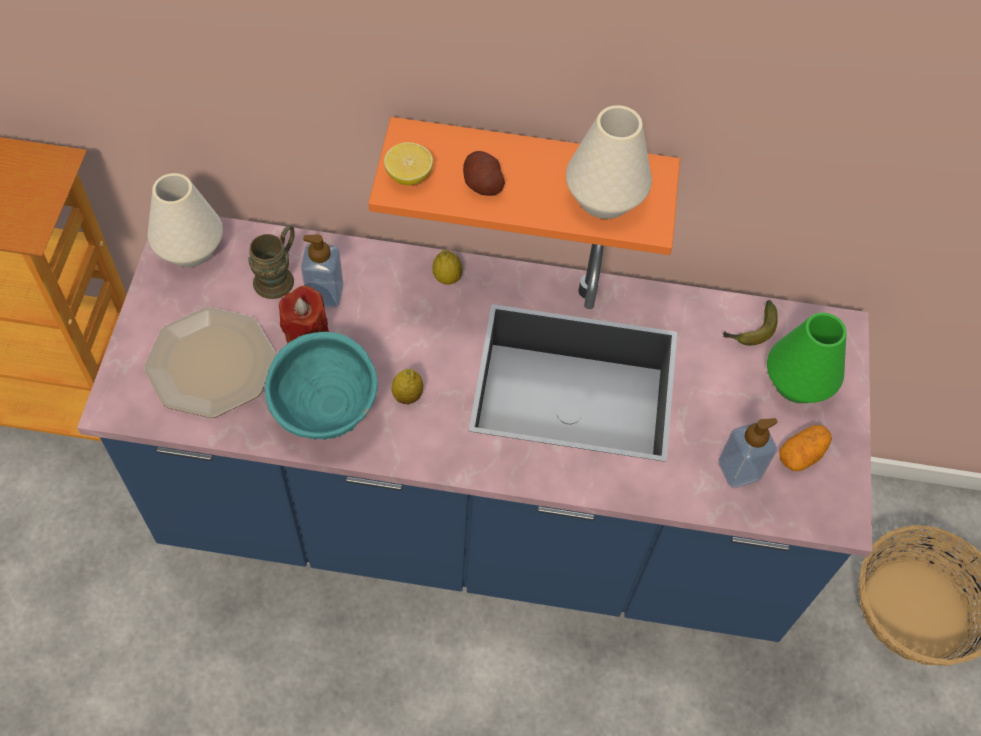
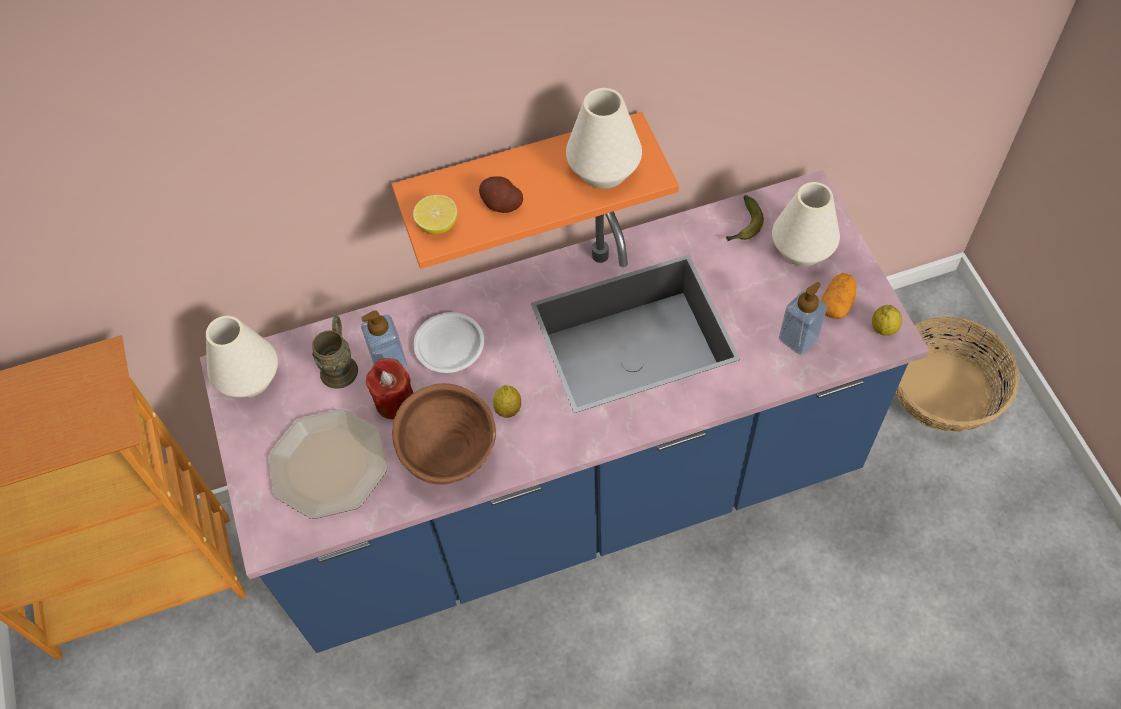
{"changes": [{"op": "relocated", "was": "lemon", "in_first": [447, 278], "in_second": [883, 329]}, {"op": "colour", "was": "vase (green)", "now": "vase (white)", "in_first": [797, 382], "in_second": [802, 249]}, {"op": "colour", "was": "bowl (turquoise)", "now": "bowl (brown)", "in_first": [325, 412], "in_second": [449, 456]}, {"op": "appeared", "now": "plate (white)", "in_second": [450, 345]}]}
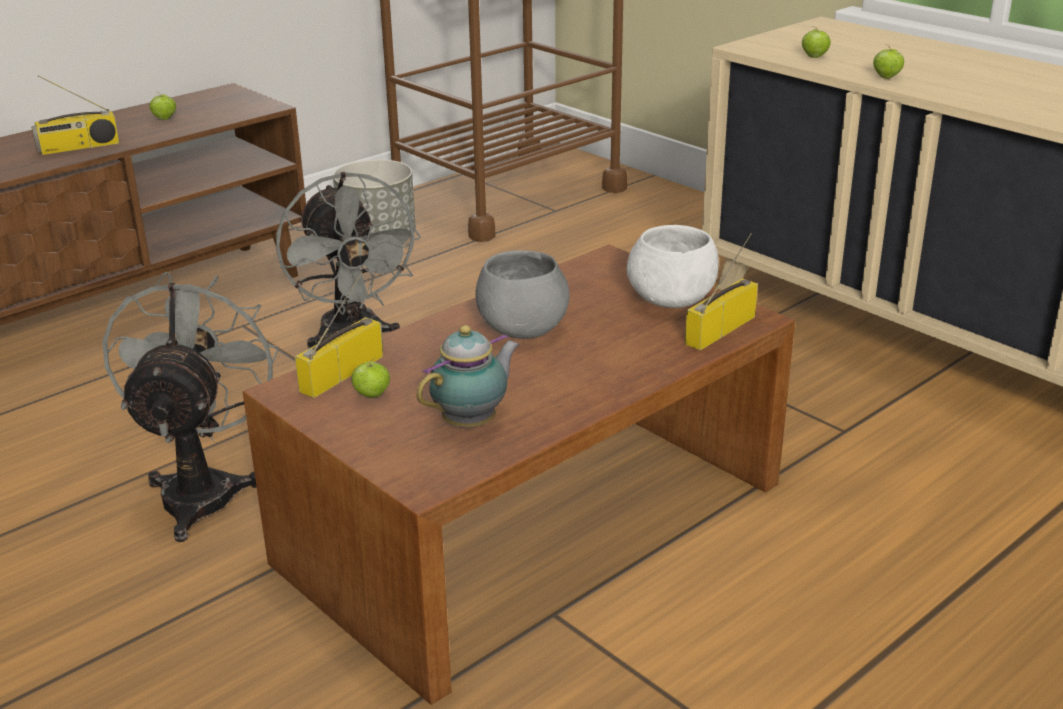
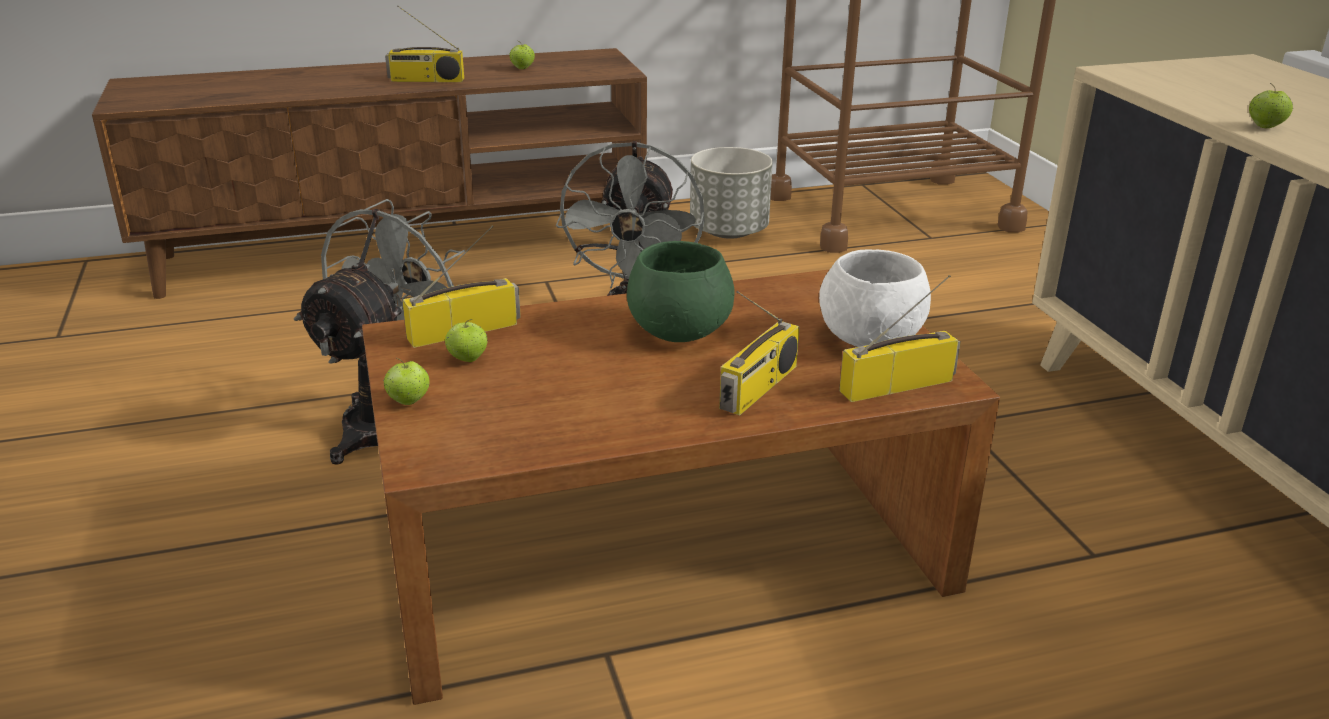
{"changes": [{"op": "relocated", "was": "apple", "in_first": [814, 56], "in_second": [409, 401]}, {"op": "colour", "was": "bowl (grey)", "now": "bowl (green)", "in_first": [524, 329], "in_second": [680, 332]}, {"op": "missing", "was": "teapot", "in_first": [473, 422]}, {"op": "appeared", "now": "radio", "in_second": [759, 388]}]}
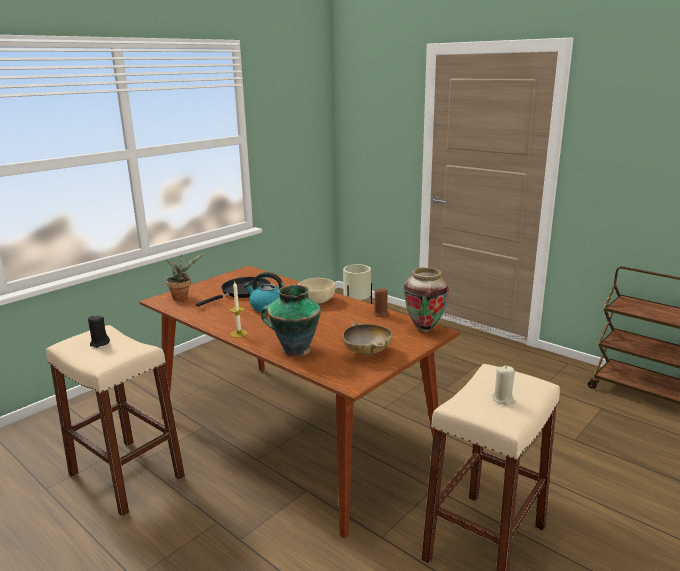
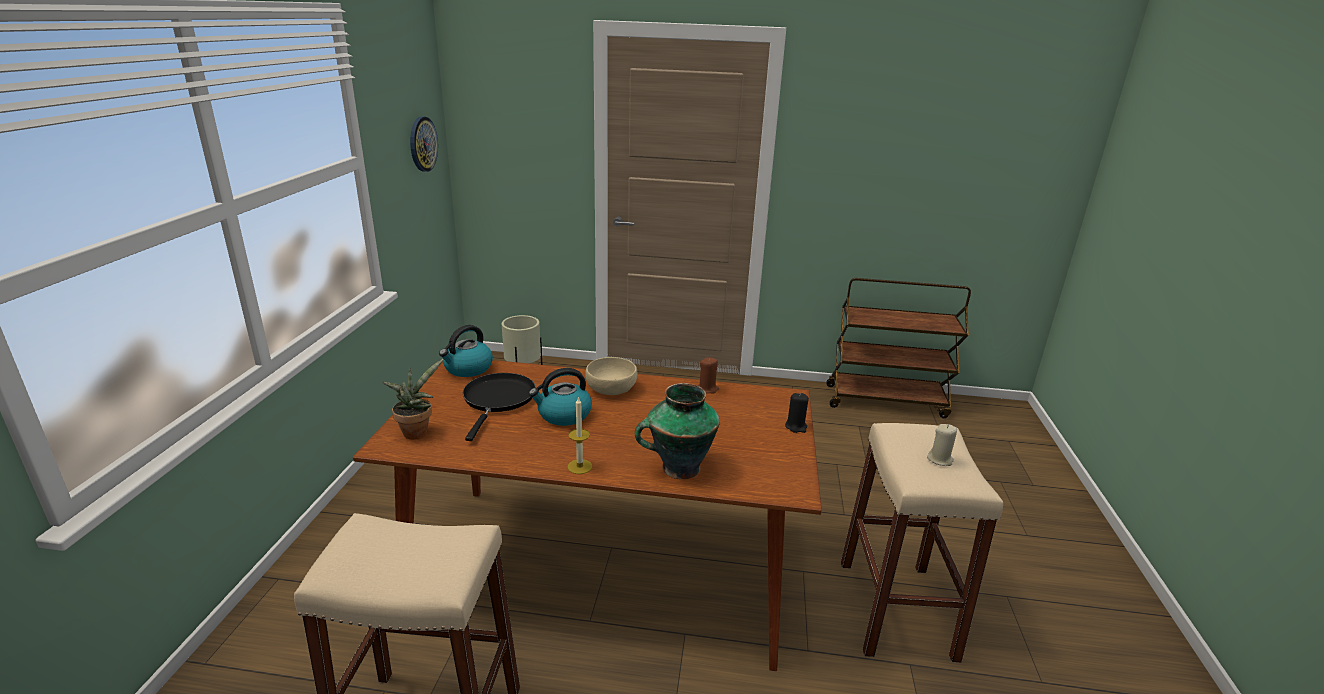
{"changes": [{"op": "missing", "was": "vase", "in_first": [424, 328]}, {"op": "relocated", "was": "candle (black)", "in_first": [99, 343], "in_second": [796, 427]}, {"op": "missing", "was": "bowl (beige)", "in_first": [367, 352]}, {"op": "appeared", "now": "wall clock", "in_second": [422, 144]}, {"op": "appeared", "now": "kettle", "in_second": [468, 369]}]}
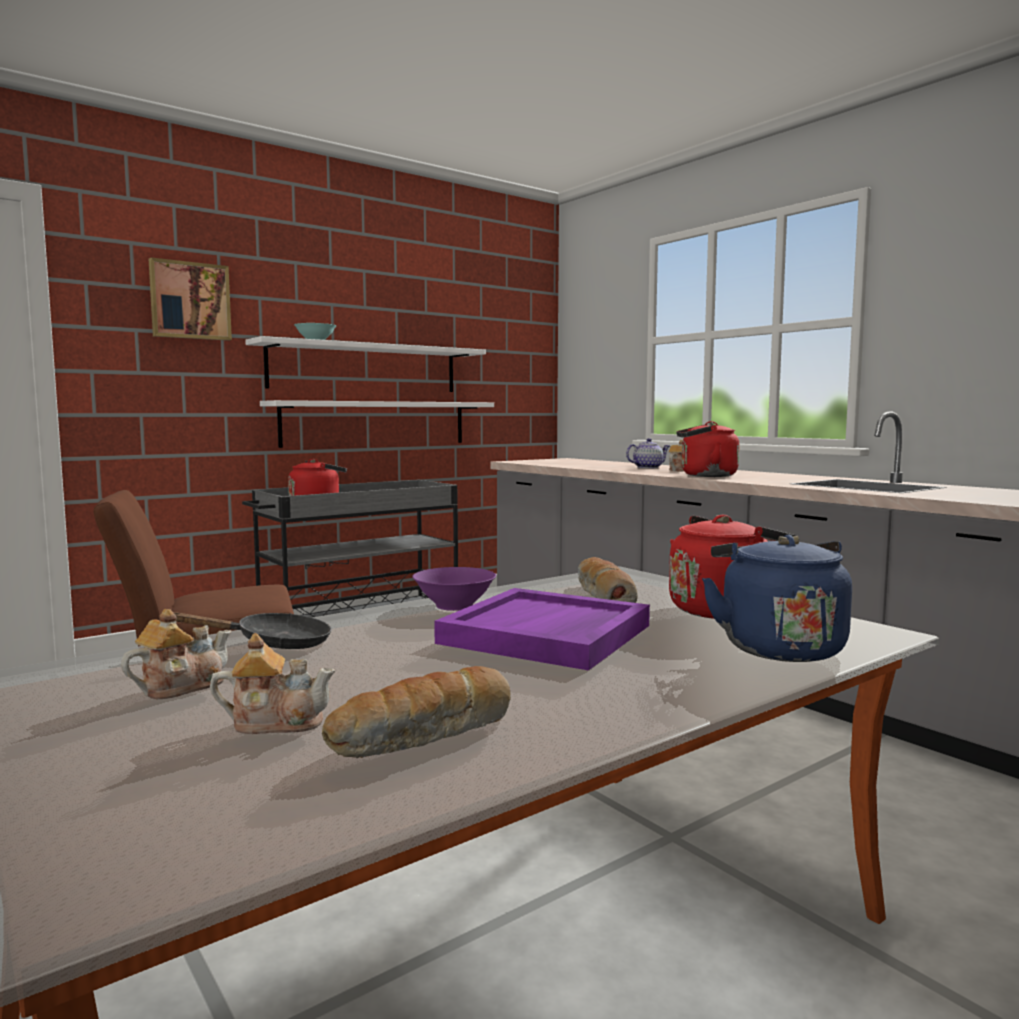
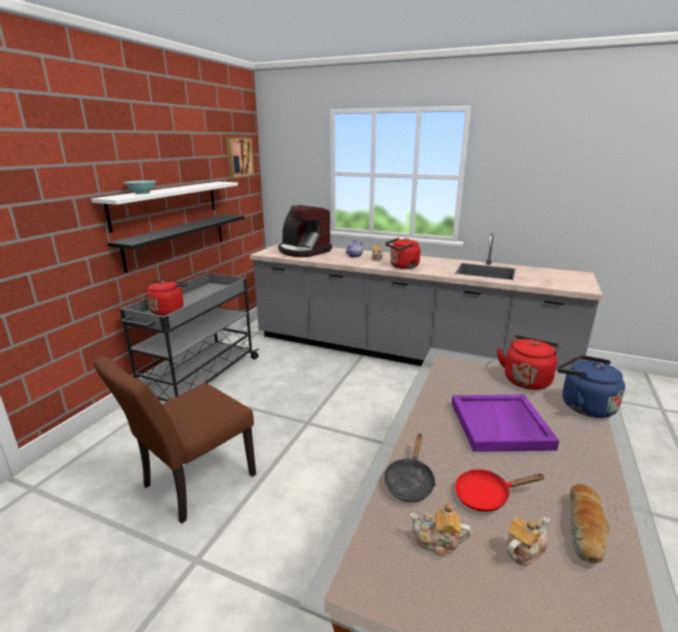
{"changes": [{"op": "relocated", "was": "picture", "in_first": [190, 301], "in_second": [238, 157]}, {"op": "colour", "was": "shelf (white)", "now": "shelf (black)", "in_first": [376, 423], "in_second": [177, 240]}, {"op": "missing", "was": "bread", "in_first": [603, 595]}, {"op": "missing", "was": "bowl (purple)", "in_first": [453, 606]}, {"op": "spun", "was": "teapot", "in_first": [180, 687], "in_second": [437, 542], "clockwise": -90}, {"op": "spun", "was": "frying pan (black)", "in_first": [274, 644], "in_second": [409, 482], "clockwise": 150}, {"op": "appeared", "now": "coffee machine", "in_second": [303, 251]}, {"op": "appeared", "now": "frying pan (red)", "in_second": [486, 496]}]}
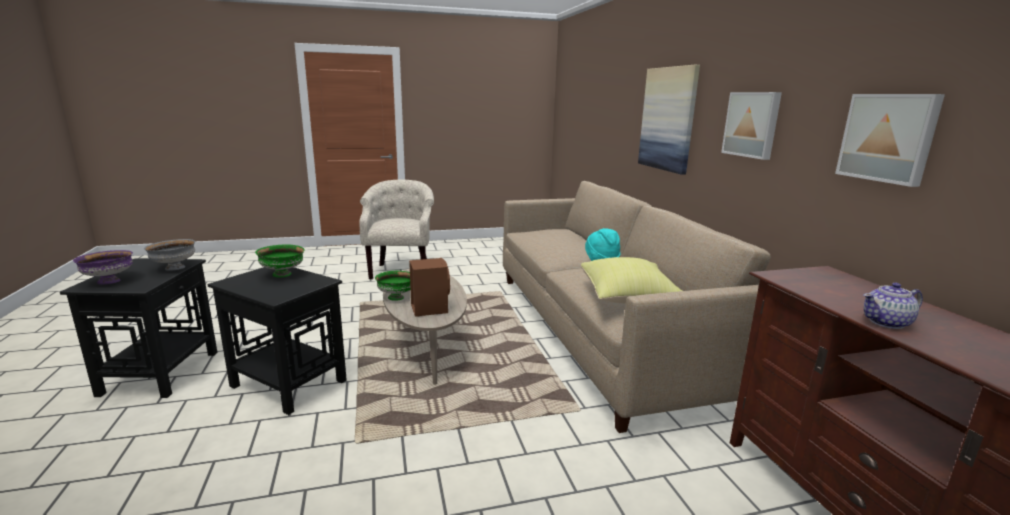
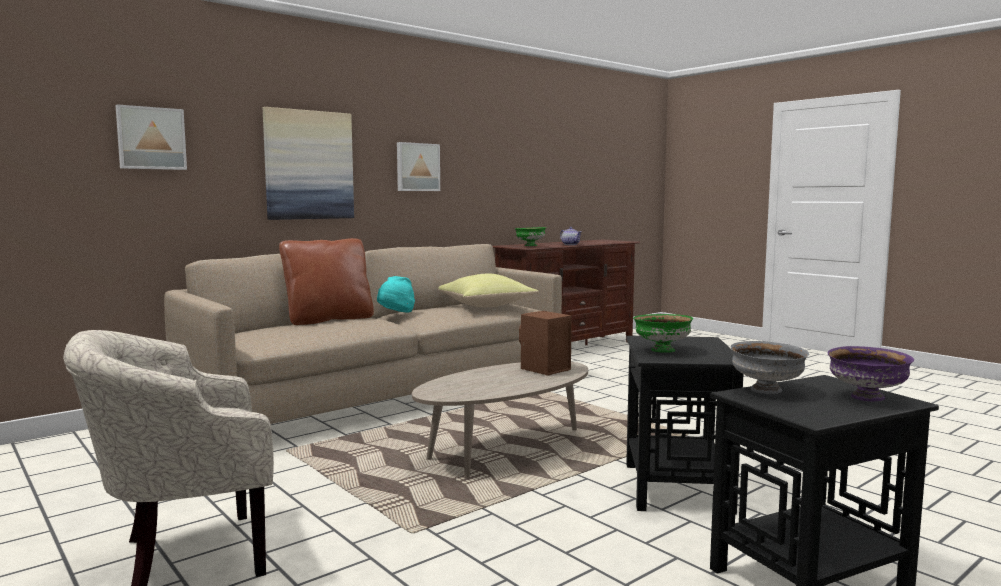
{"changes": [{"op": "relocated", "was": "picture", "in_first": [888, 138], "in_second": [151, 138]}, {"op": "relocated", "was": "bowl (green)", "in_first": [396, 297], "in_second": [530, 246]}, {"op": "appeared", "now": "pillow (brown)", "in_second": [329, 319]}]}
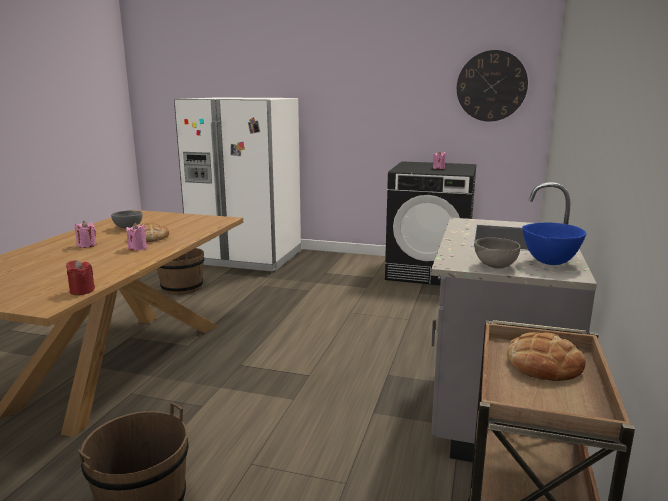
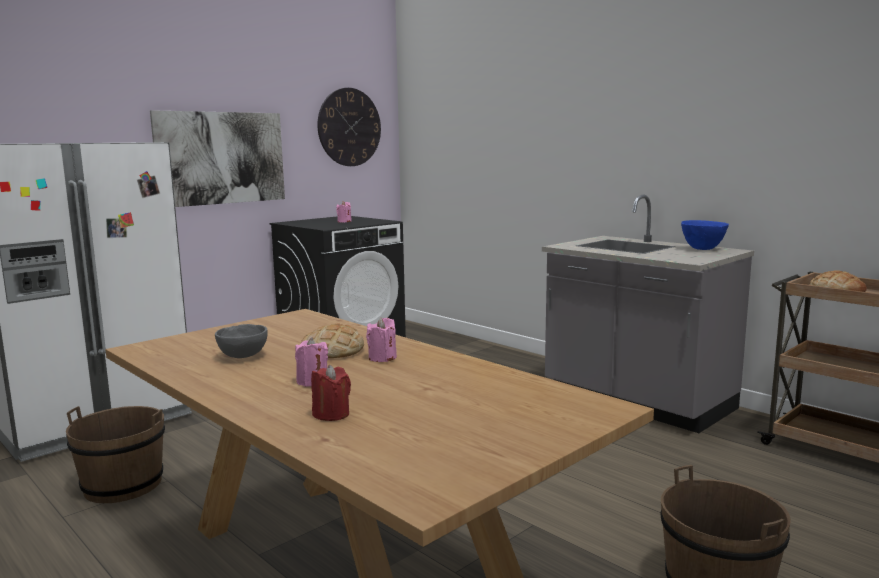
{"changes": [{"op": "missing", "was": "bowl (grey)", "in_first": [494, 266]}, {"op": "relocated", "was": "candle (red)", "in_first": [82, 291], "in_second": [331, 414]}, {"op": "appeared", "now": "picture", "in_second": [221, 158]}]}
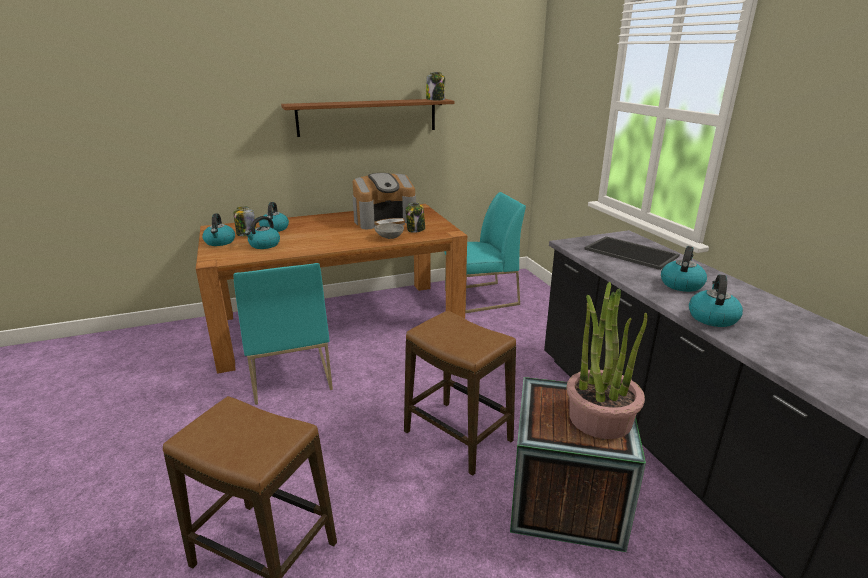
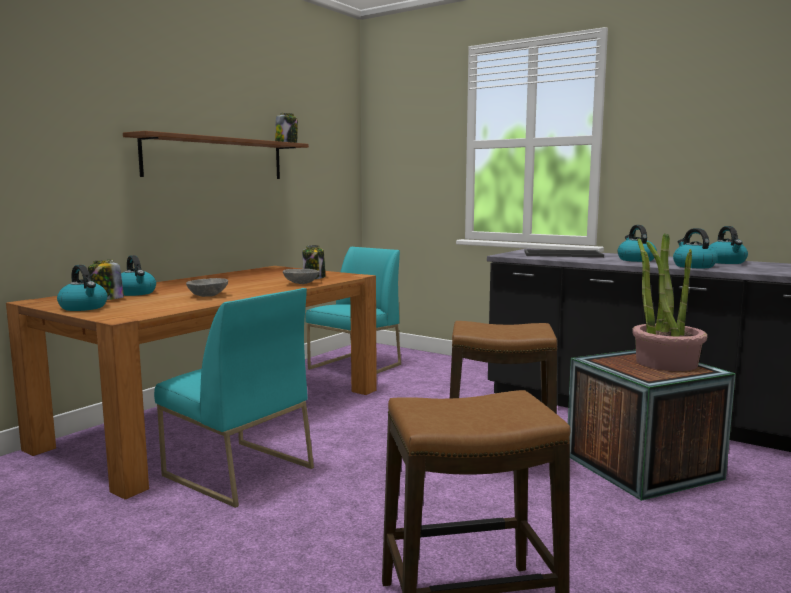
{"changes": [{"op": "missing", "was": "coffee machine", "in_first": [384, 220]}, {"op": "relocated", "was": "kettle", "in_first": [264, 245], "in_second": [726, 262]}, {"op": "appeared", "now": "bowl (grey)", "in_second": [208, 295]}]}
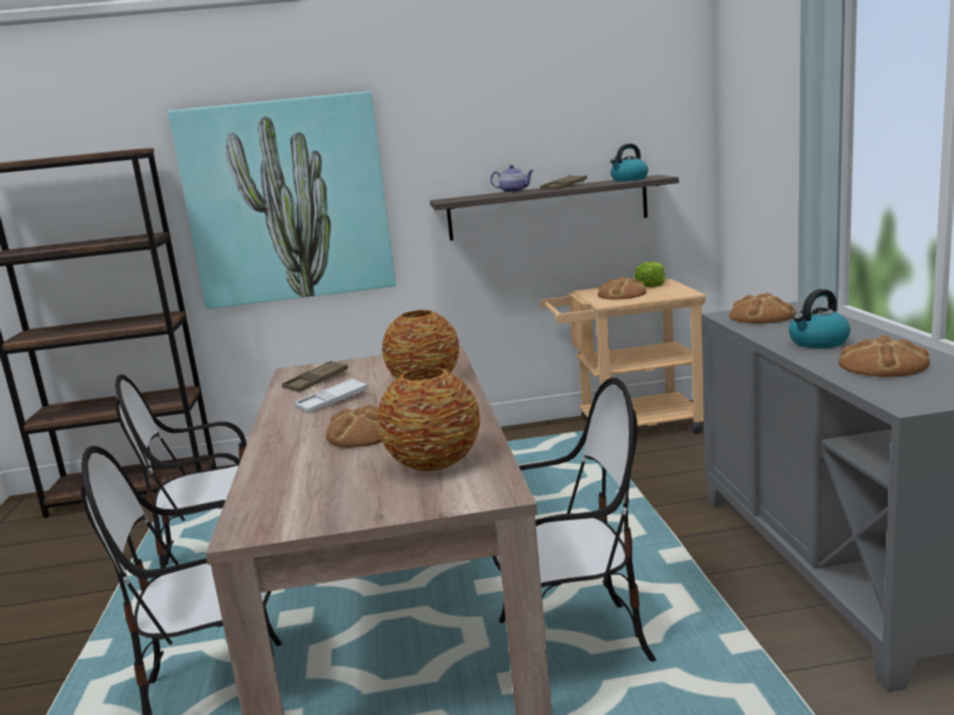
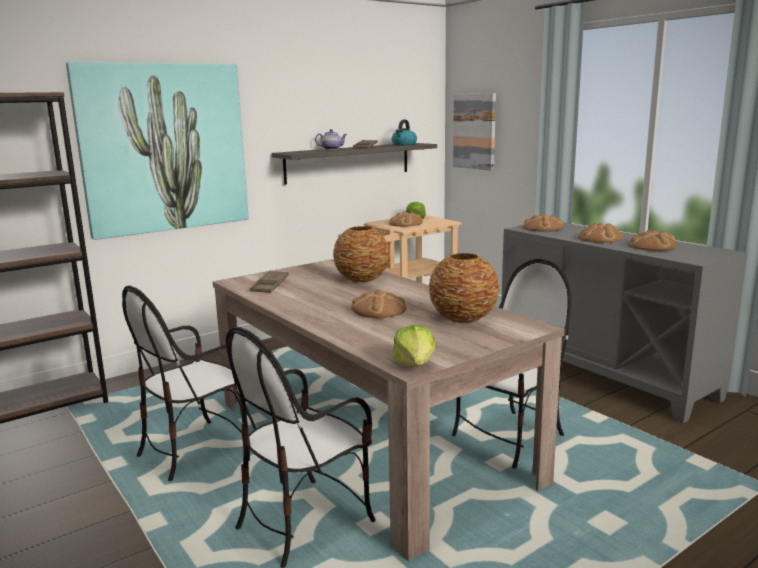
{"changes": [{"op": "exchanged", "was": "kettle", "now": "bread", "in_first": [818, 343], "in_second": [600, 238]}, {"op": "missing", "was": "tray (white)", "in_first": [332, 401]}, {"op": "appeared", "now": "picture", "in_second": [475, 131]}, {"op": "appeared", "now": "lettuce", "in_second": [415, 364]}]}
